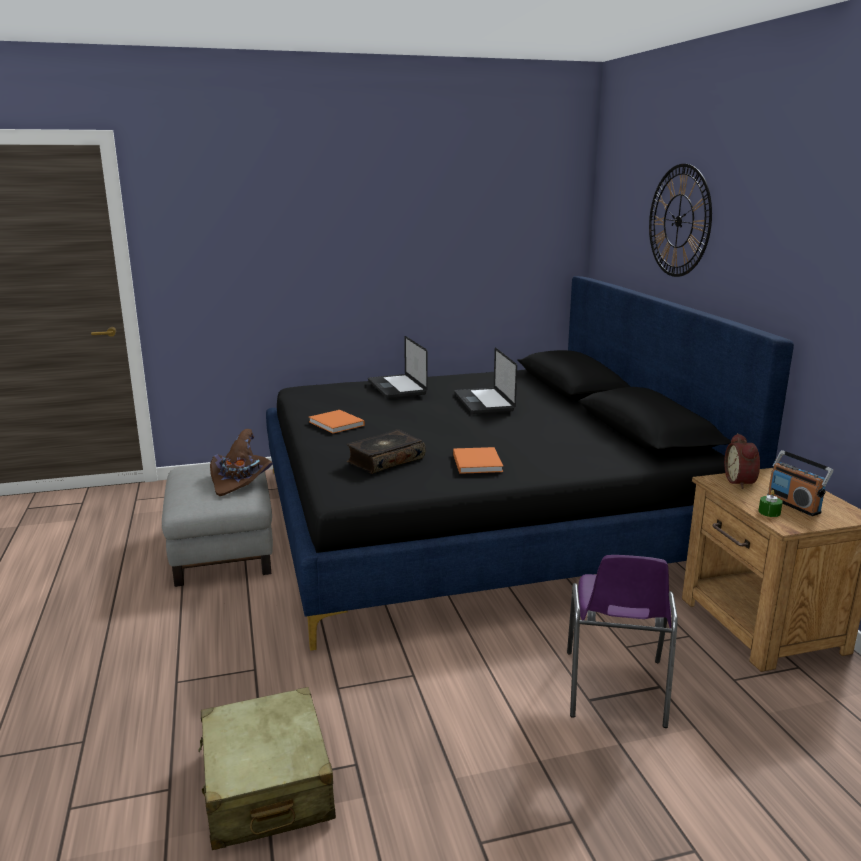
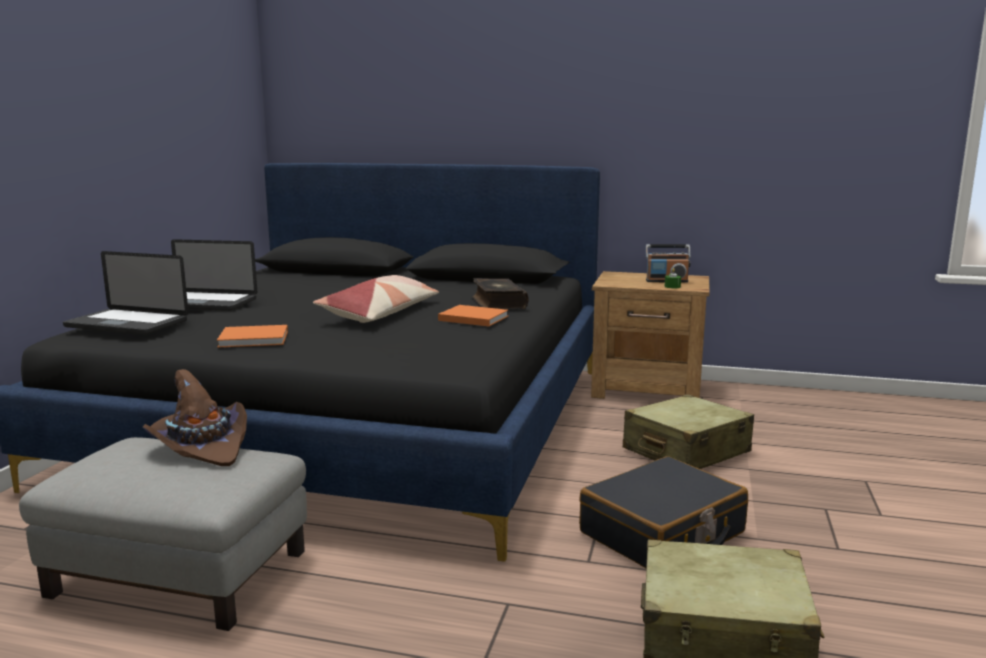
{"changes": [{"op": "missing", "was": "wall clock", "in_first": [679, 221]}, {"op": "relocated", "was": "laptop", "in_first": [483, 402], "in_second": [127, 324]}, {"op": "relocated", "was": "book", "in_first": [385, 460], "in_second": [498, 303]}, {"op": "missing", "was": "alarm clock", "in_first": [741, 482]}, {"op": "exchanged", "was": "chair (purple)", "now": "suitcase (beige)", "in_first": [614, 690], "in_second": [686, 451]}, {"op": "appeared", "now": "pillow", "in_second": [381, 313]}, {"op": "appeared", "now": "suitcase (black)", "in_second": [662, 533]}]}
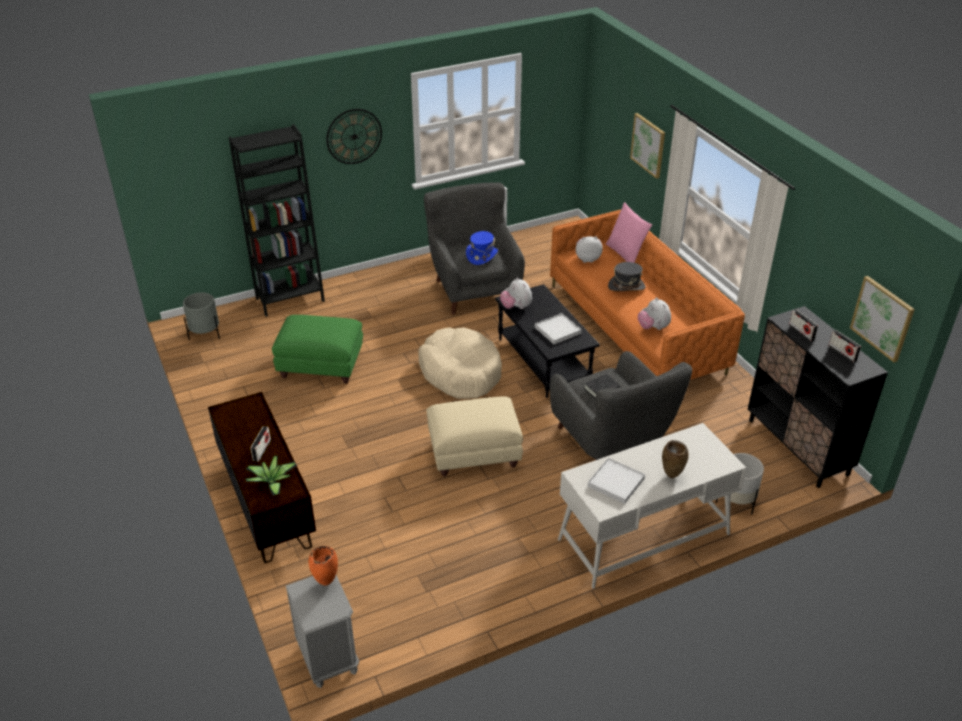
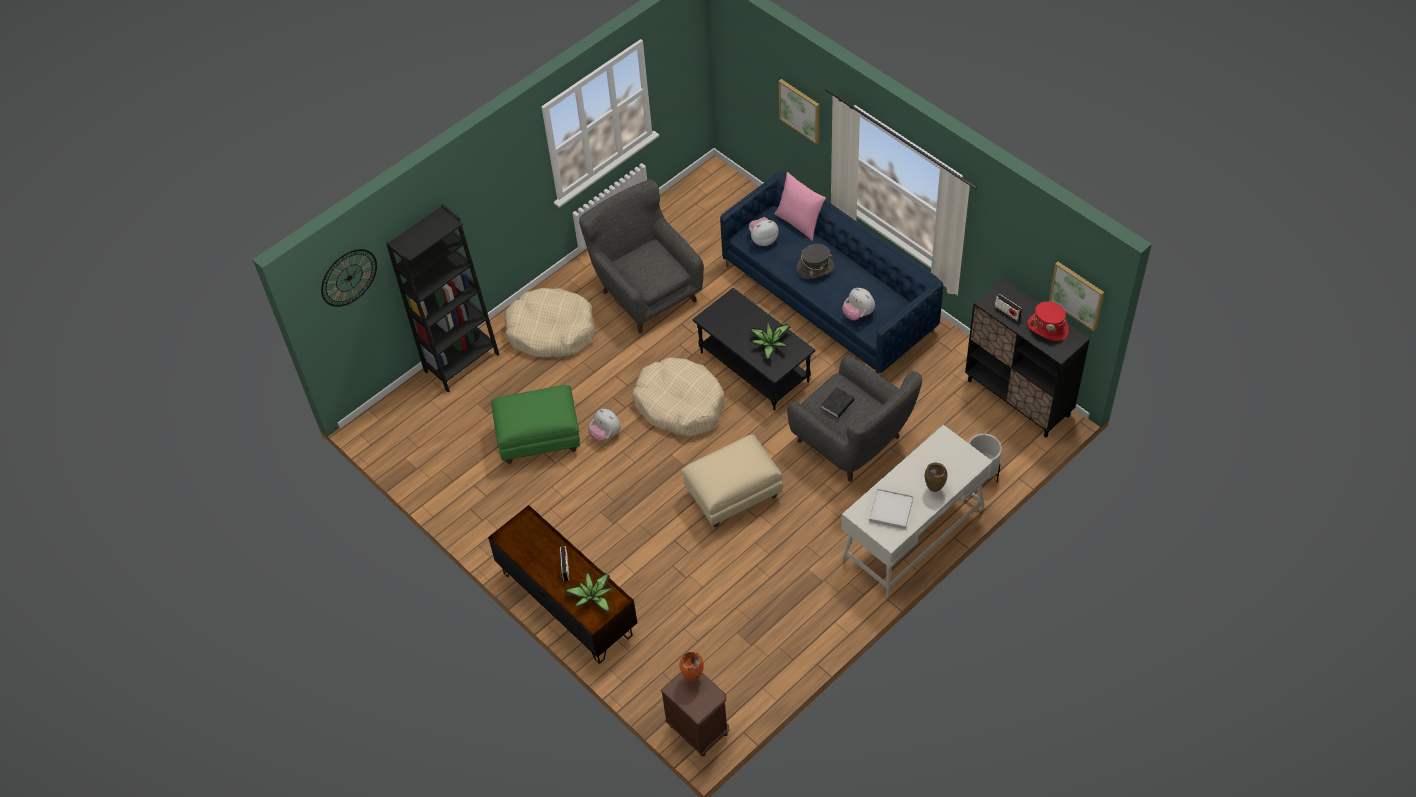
{"changes": [{"op": "relocated", "was": "wall clock", "in_first": [354, 136], "in_second": [349, 277]}, {"op": "colour", "was": "sofa (orange)", "now": "sofa (blue)", "in_first": [635, 328], "in_second": [829, 298]}, {"op": "missing", "was": "hat (blue)", "in_first": [481, 255]}, {"op": "relocated", "was": "plush toy", "in_first": [516, 307], "in_second": [606, 434]}, {"op": "missing", "was": "planter (grey)", "in_first": [205, 334]}, {"op": "exchanged", "was": "tray (white)", "now": "potted plant", "in_first": [557, 330], "in_second": [770, 344]}, {"op": "exchanged", "was": "radio", "now": "hat (red)", "in_first": [842, 353], "in_second": [1047, 327]}, {"op": "colour", "was": "nightstand (grey)", "now": "nightstand (brown)", "in_first": [328, 658], "in_second": [698, 730]}, {"op": "appeared", "now": "dog bed (beige)", "in_second": [551, 331]}]}
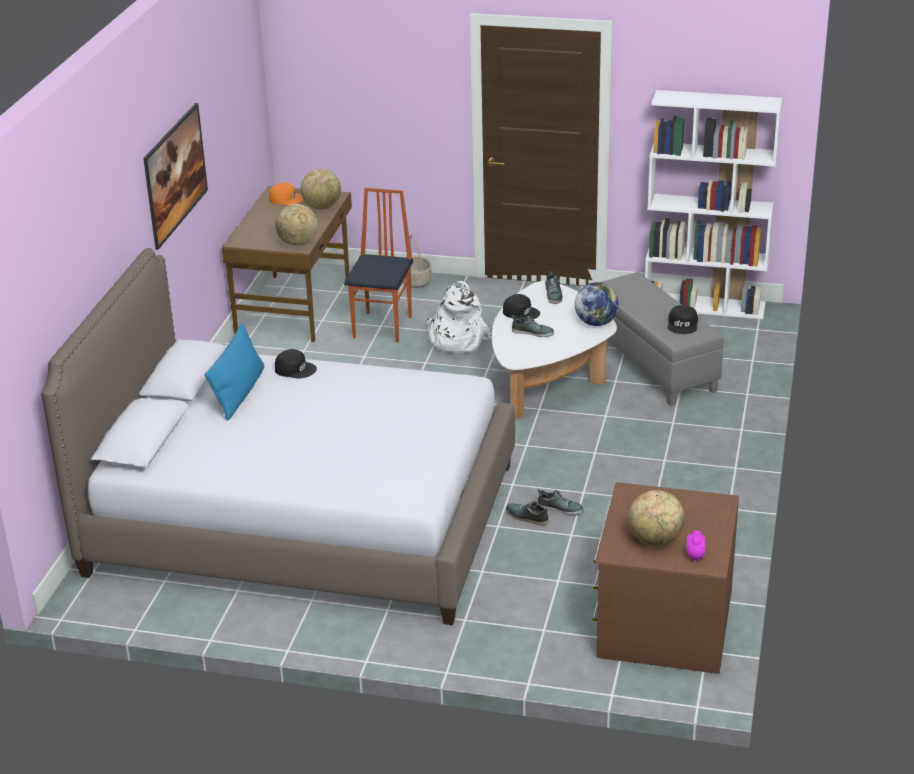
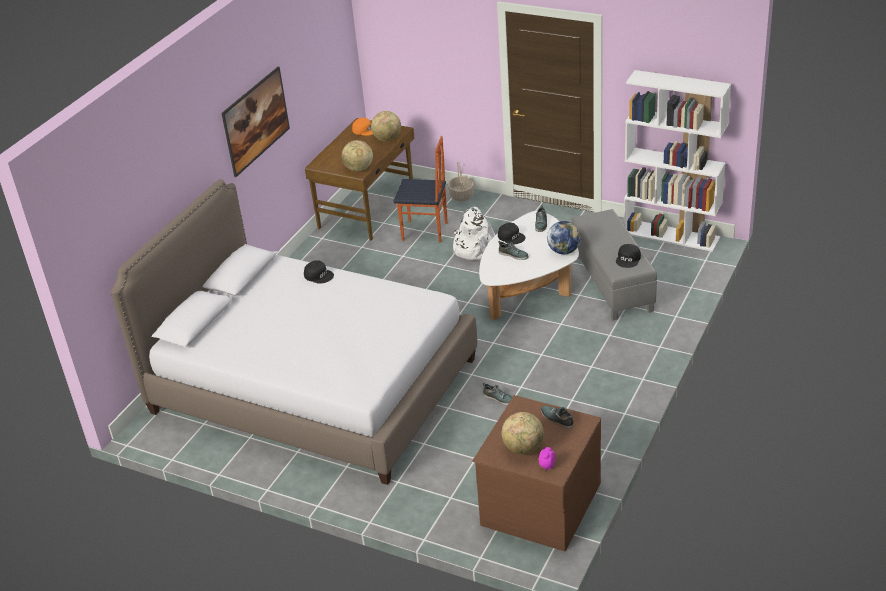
{"changes": [{"op": "spun", "was": "chair", "in_first": [383, 327], "in_second": [425, 232], "clockwise": 75}, {"op": "missing", "was": "pillow (blue)", "in_first": [239, 393]}, {"op": "relocated", "was": "shoe", "in_first": [526, 517], "in_second": [556, 419]}]}
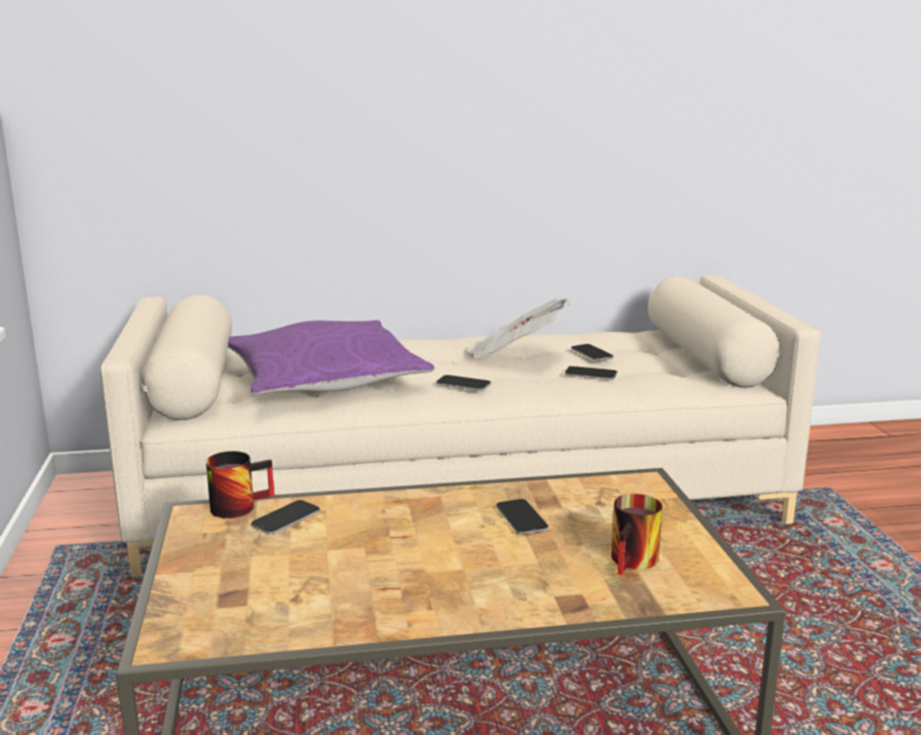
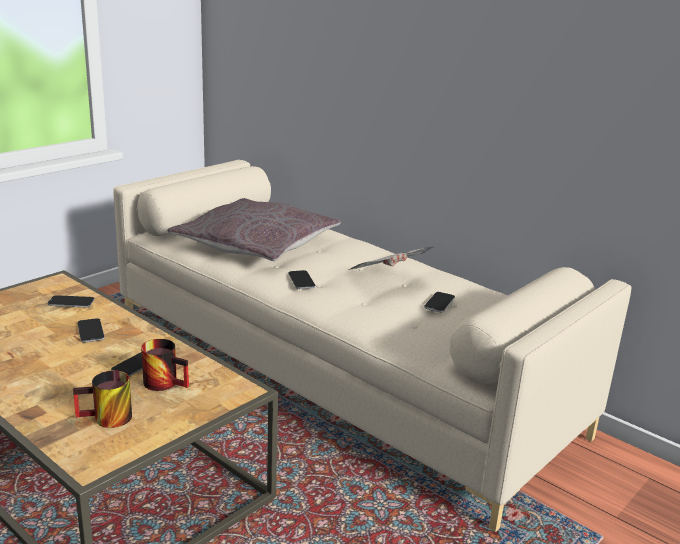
{"changes": [{"op": "colour", "was": "pillow (purple)", "now": "pillow (grey)", "in_first": [324, 379], "in_second": [256, 244]}, {"op": "relocated", "was": "phone", "in_first": [591, 374], "in_second": [90, 331]}, {"op": "relocated", "was": "mug", "in_first": [239, 505], "in_second": [167, 382]}]}
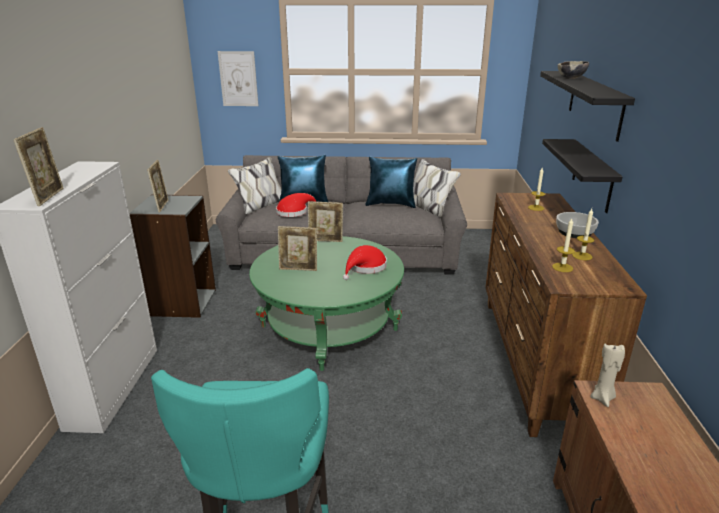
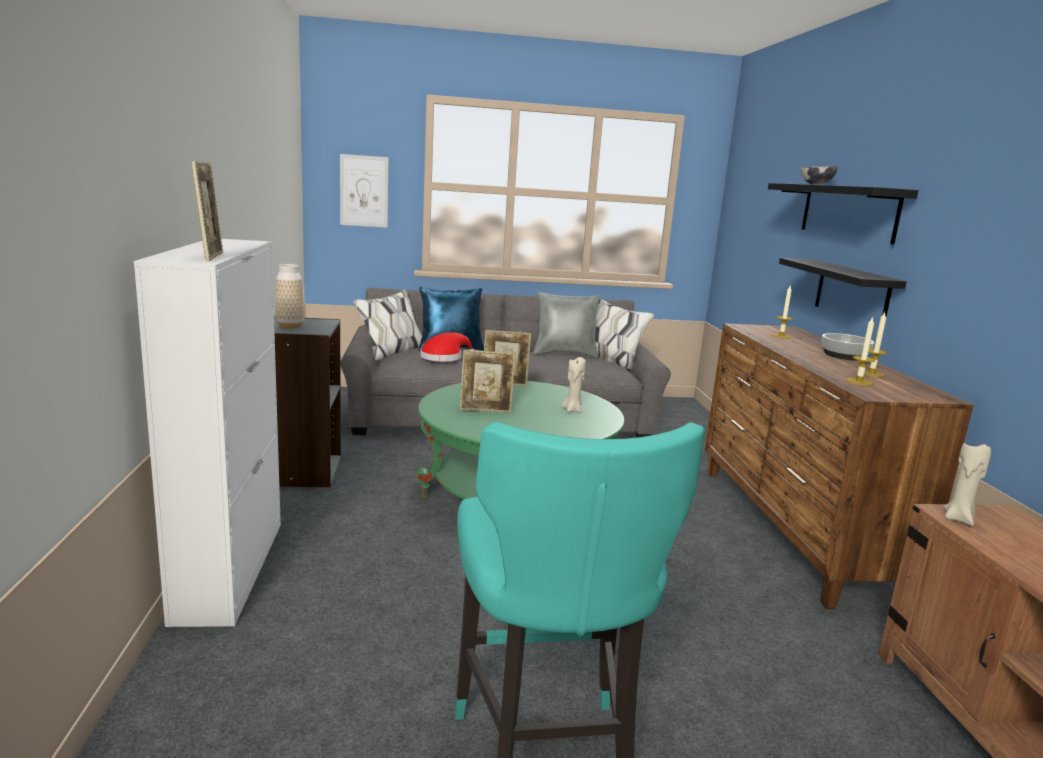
{"changes": [{"op": "colour", "was": "pillow (blue)", "now": "pillow (grey)", "in_first": [391, 204], "in_second": [565, 353]}, {"op": "exchanged", "was": "picture frame", "now": "vase", "in_first": [162, 206], "in_second": [290, 326]}, {"op": "exchanged", "was": "hat (red)", "now": "candle (beige)", "in_first": [365, 267], "in_second": [572, 410]}]}
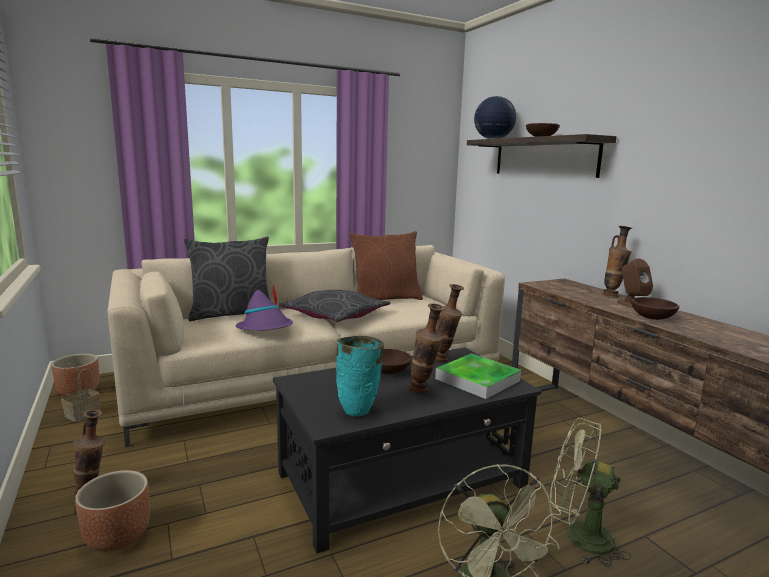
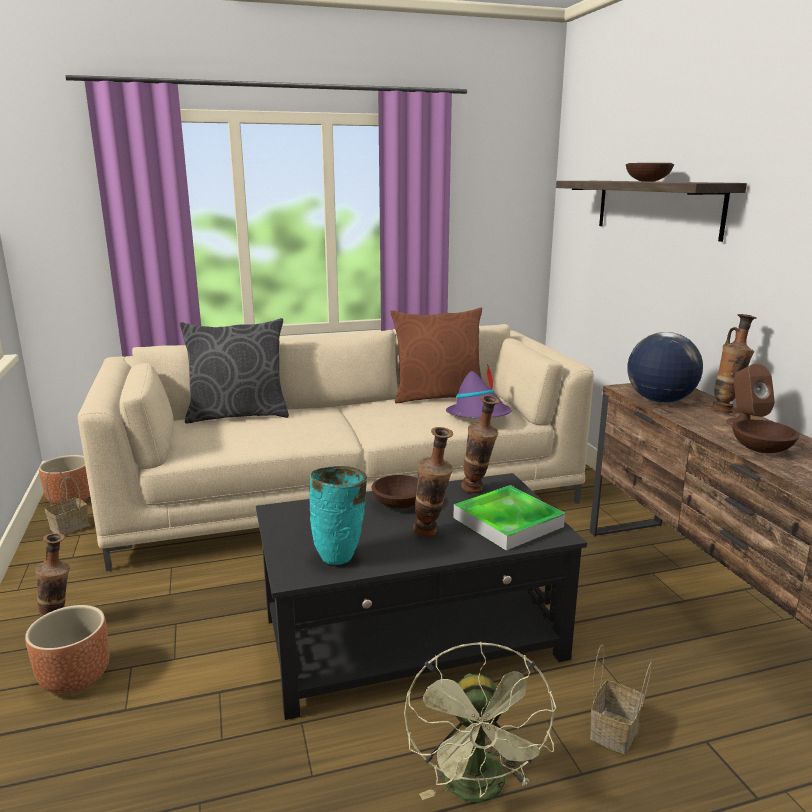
{"changes": [{"op": "relocated", "was": "globe", "in_first": [493, 139], "in_second": [659, 401]}, {"op": "relocated", "was": "hat (purple)", "in_first": [265, 328], "in_second": [479, 415]}, {"op": "missing", "was": "pillow (grey)", "in_first": [335, 316]}, {"op": "exchanged", "was": "fan (green)", "now": "basket", "in_first": [578, 536], "in_second": [614, 733]}]}
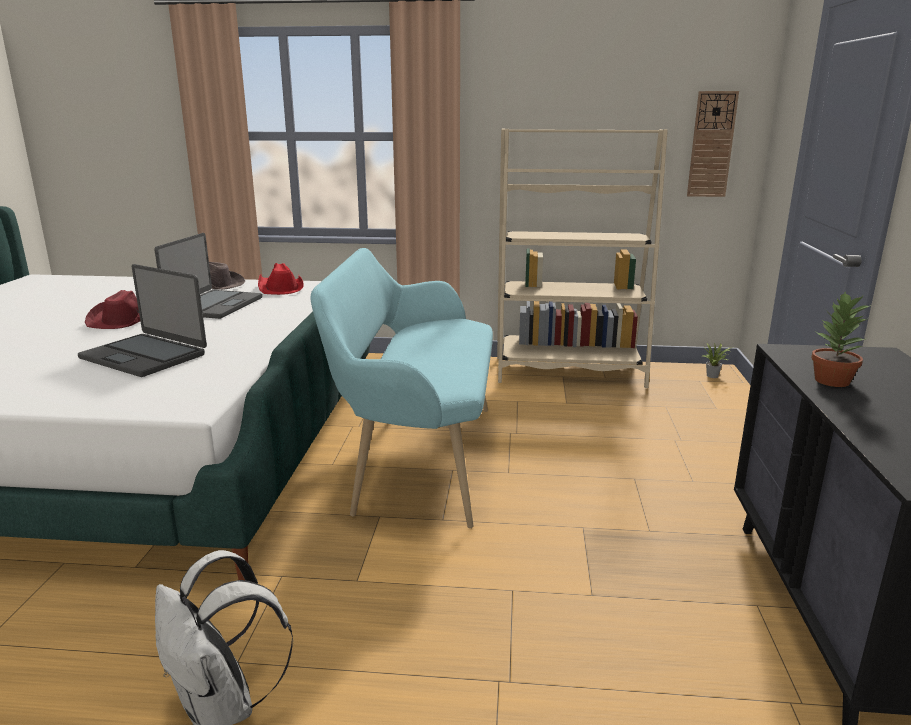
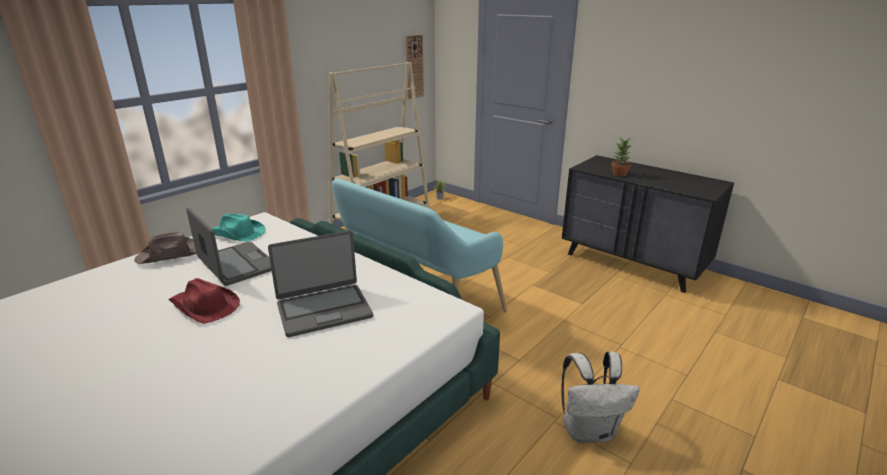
{"changes": [{"op": "colour", "was": "hat (red)", "now": "hat (turquoise)", "in_first": [280, 288], "in_second": [236, 234]}]}
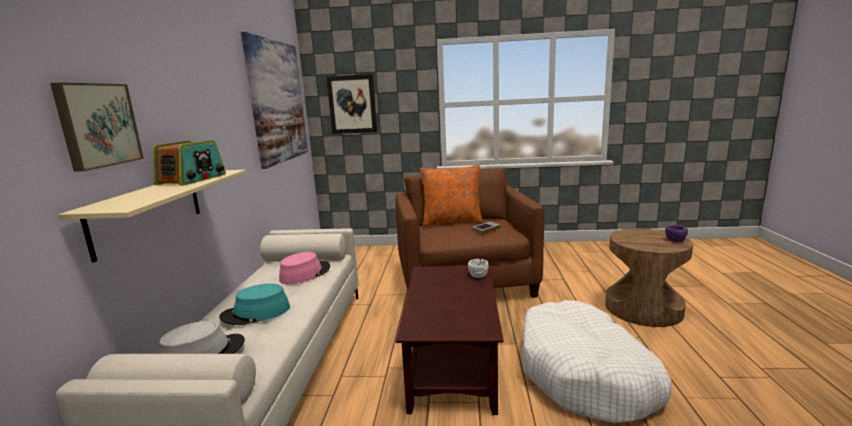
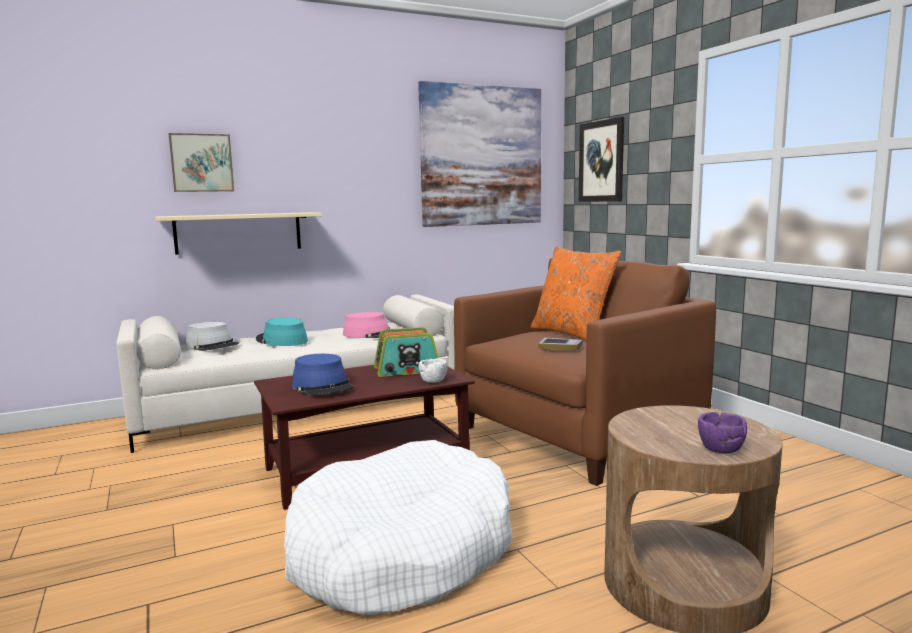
{"changes": [{"op": "relocated", "was": "radio", "in_first": [193, 179], "in_second": [407, 370]}, {"op": "appeared", "now": "hat (blue)", "in_second": [323, 387]}]}
